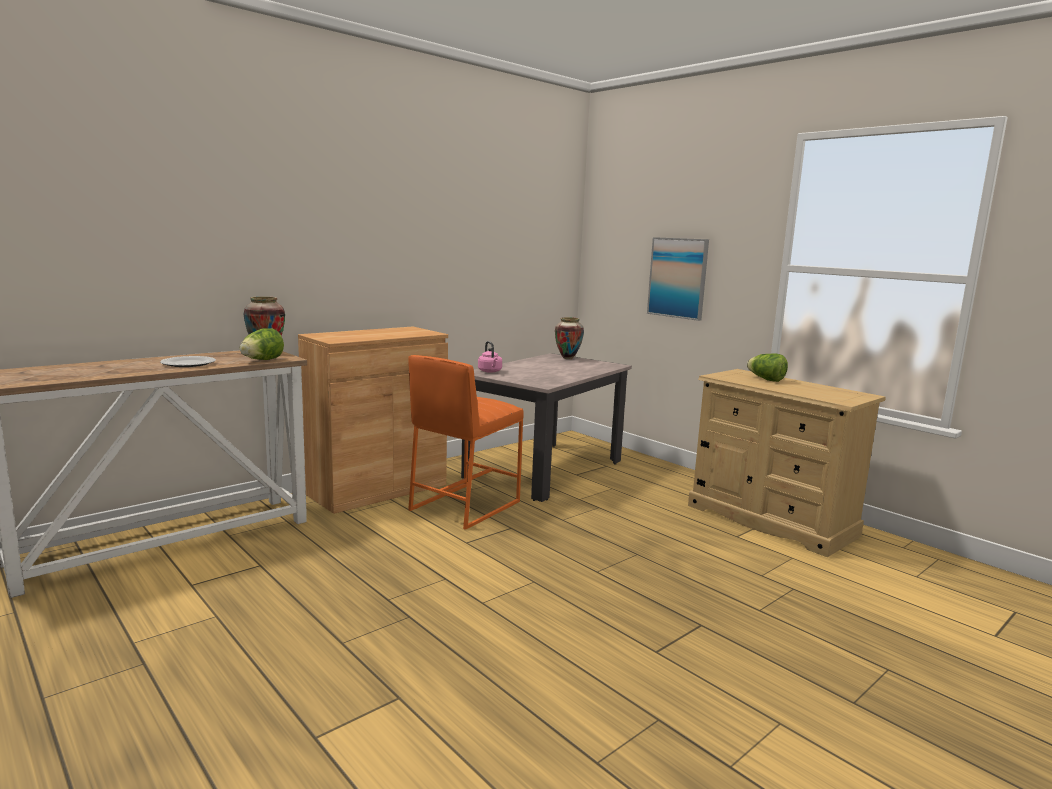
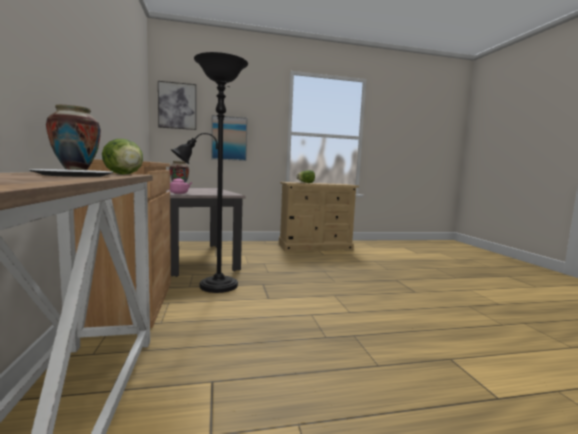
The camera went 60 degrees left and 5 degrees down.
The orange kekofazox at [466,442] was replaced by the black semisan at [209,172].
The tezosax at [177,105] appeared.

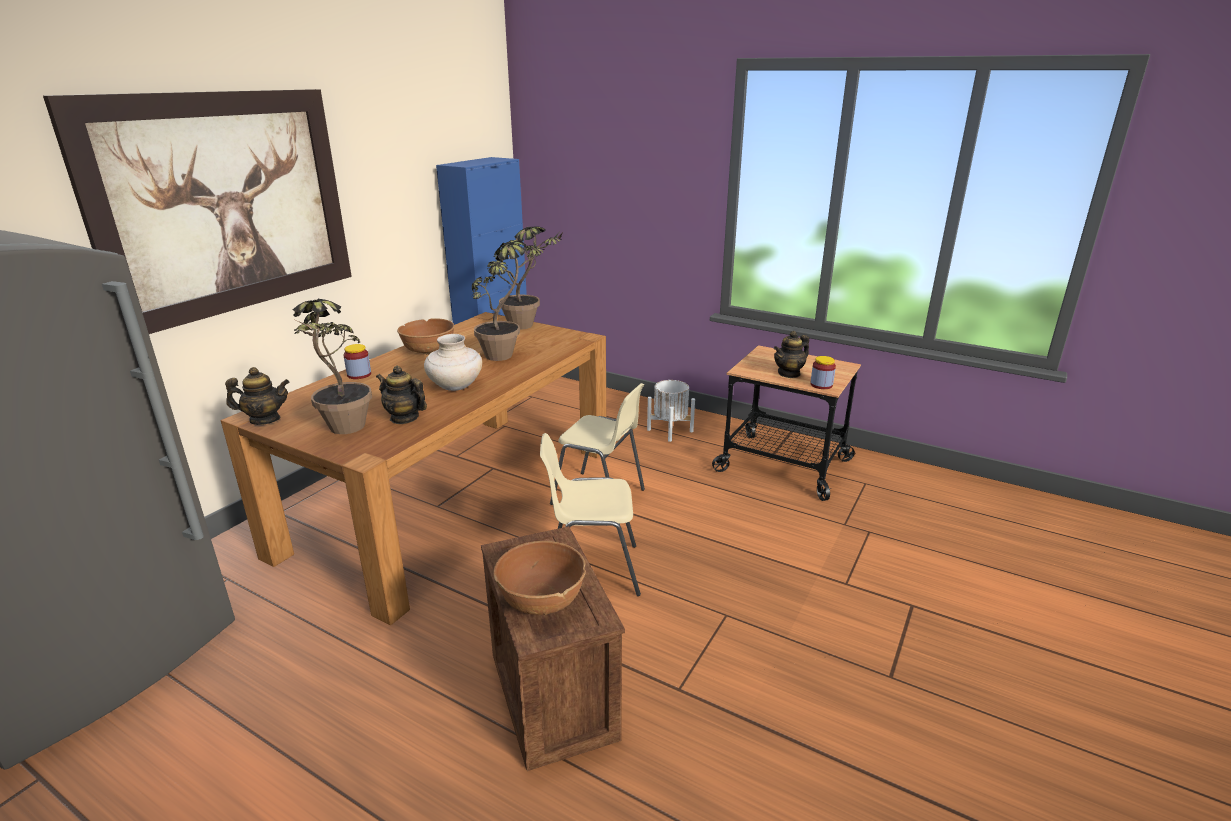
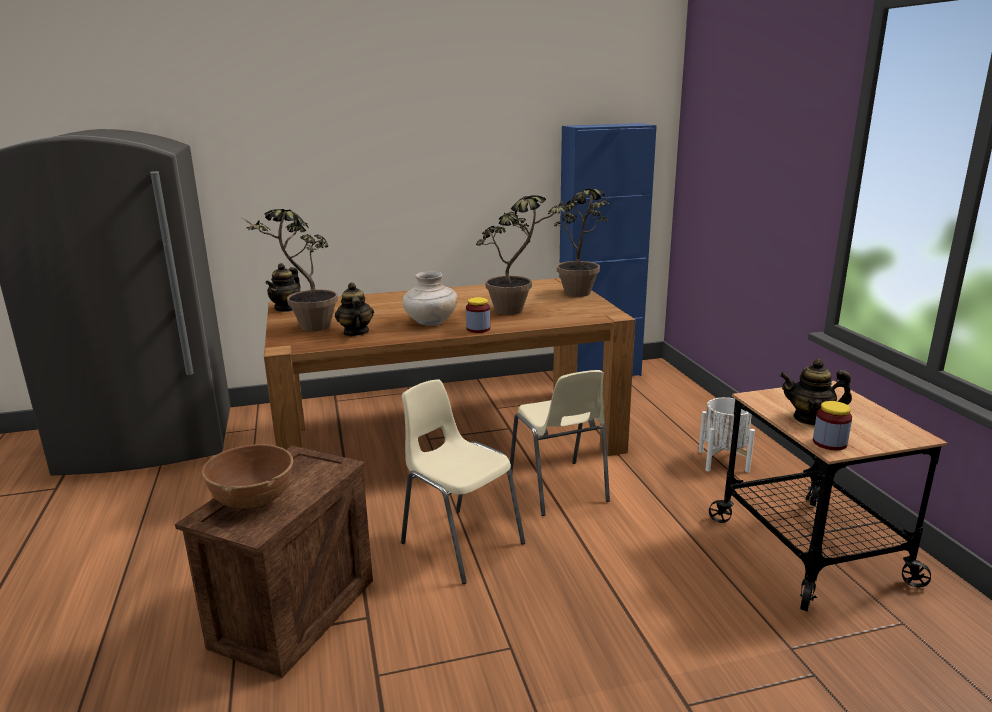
The camera went 45 degrees right and 5 degrees down.
The tezosax at [197,211] disappeared.
The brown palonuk at [425,336] disappeared.
The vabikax moved from [357,361] to [478,315].
The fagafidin at [257,396] turned 75 degrees clockwise.

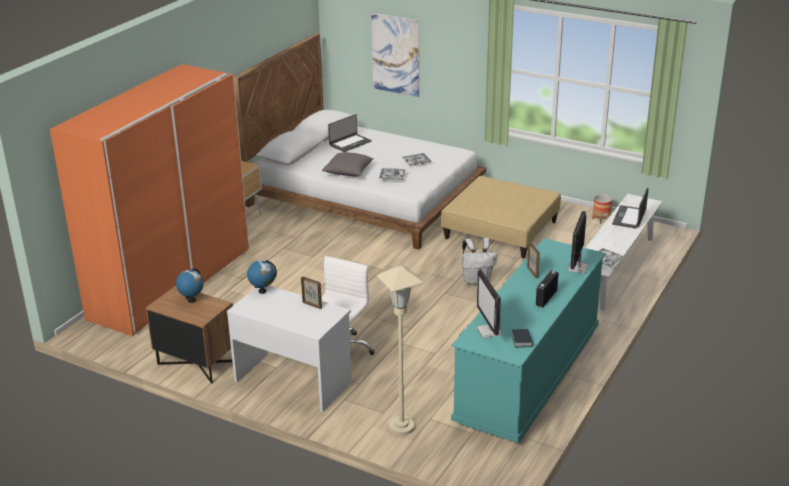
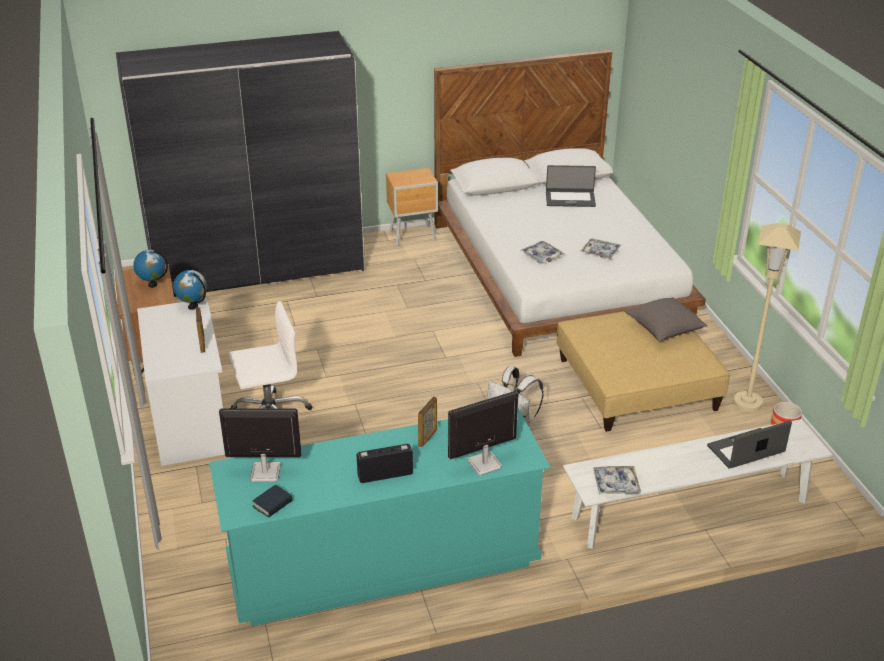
The camera went 45 degrees right and 5 degrees up.
The tezosax at [395,55] disappeared.
The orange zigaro at [149,200] became the grey zigaro at [240,164].
The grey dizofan moved from [348,164] to [666,319].
The beige semisan moved from [400,351] to [767,317].
The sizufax at [489,304] turned 60 degrees clockwise.

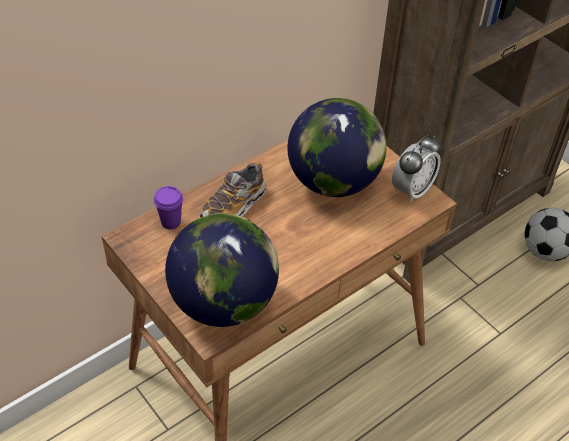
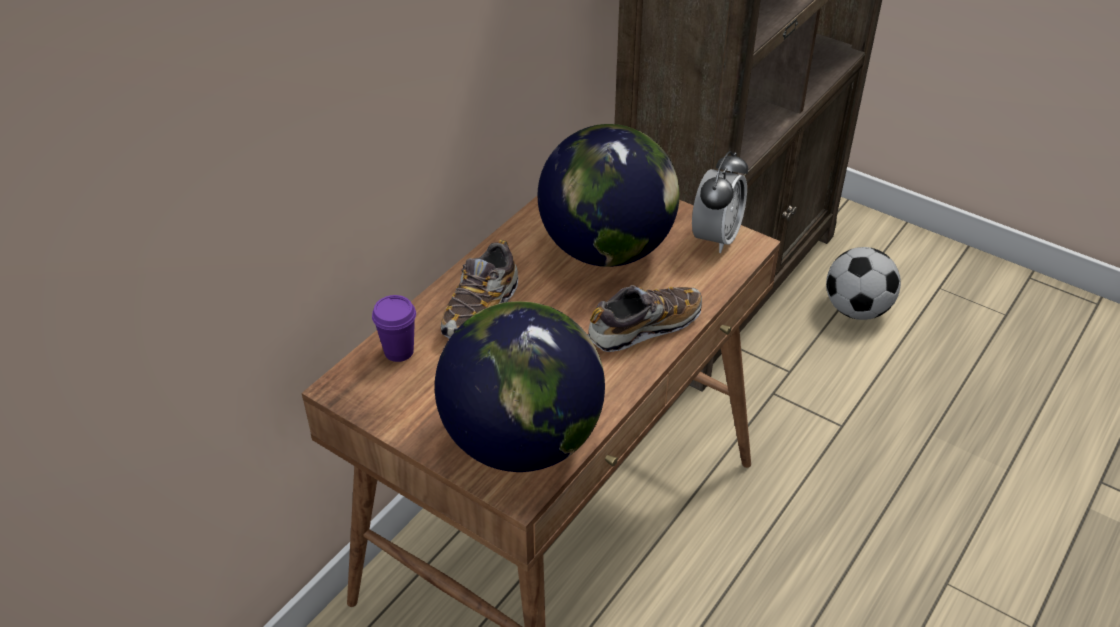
The camera went 15 degrees left and 5 degrees down.
The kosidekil at [644,318] appeared.

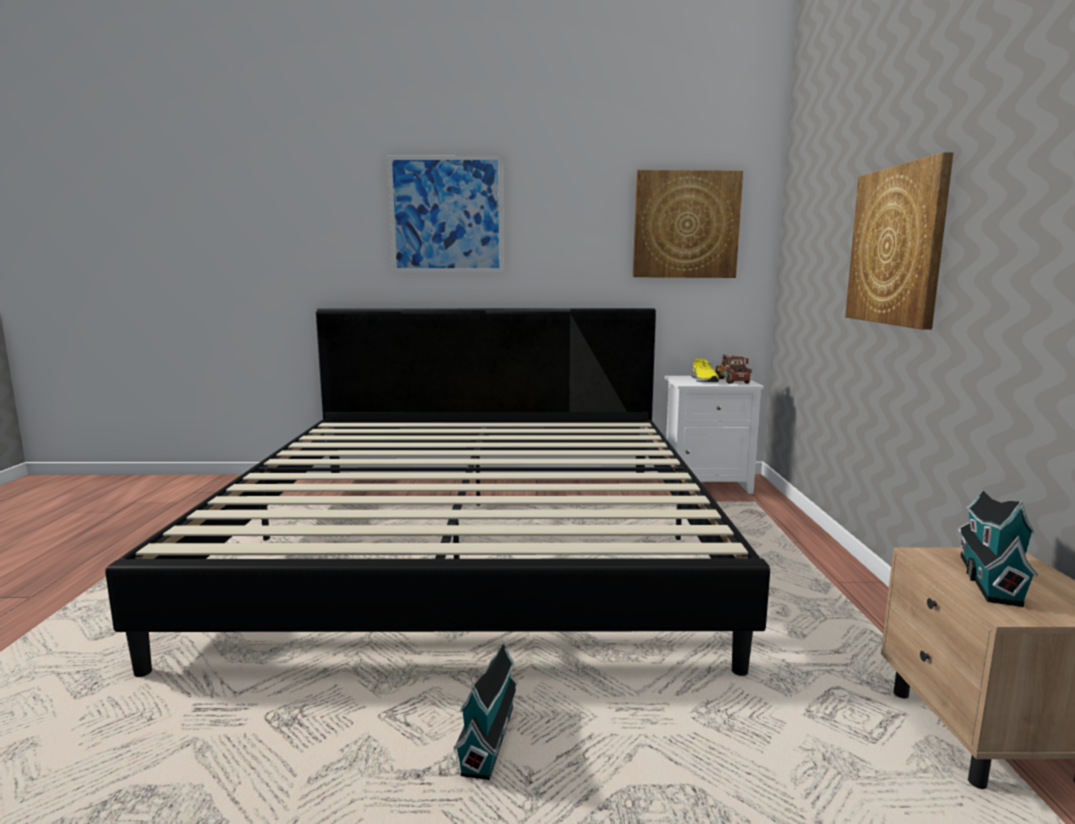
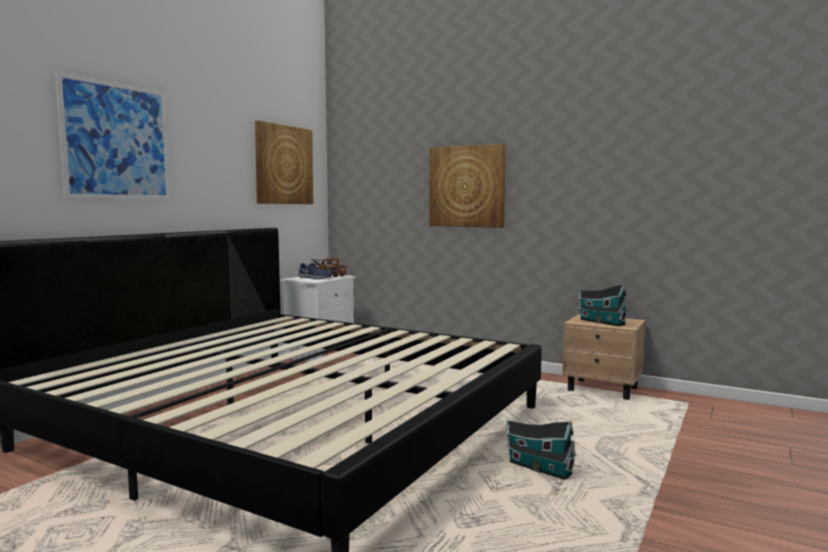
The camera went 60 degrees left and 5 degrees down.
The yellow kosidekil at [705,370] became the blue kosidekil at [315,271].

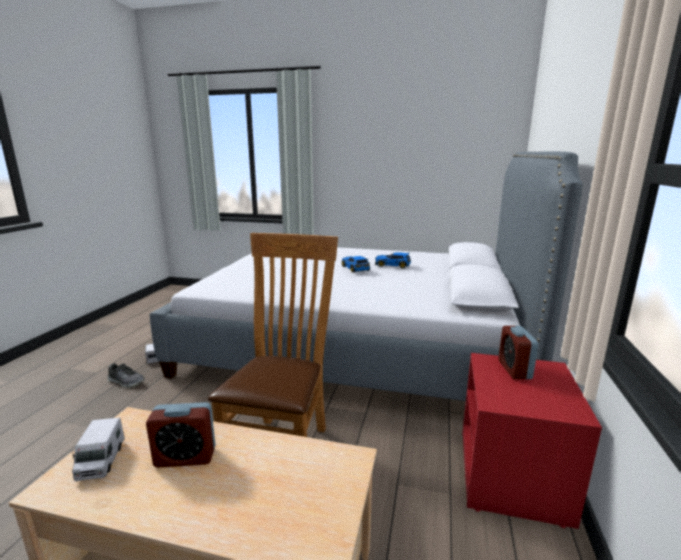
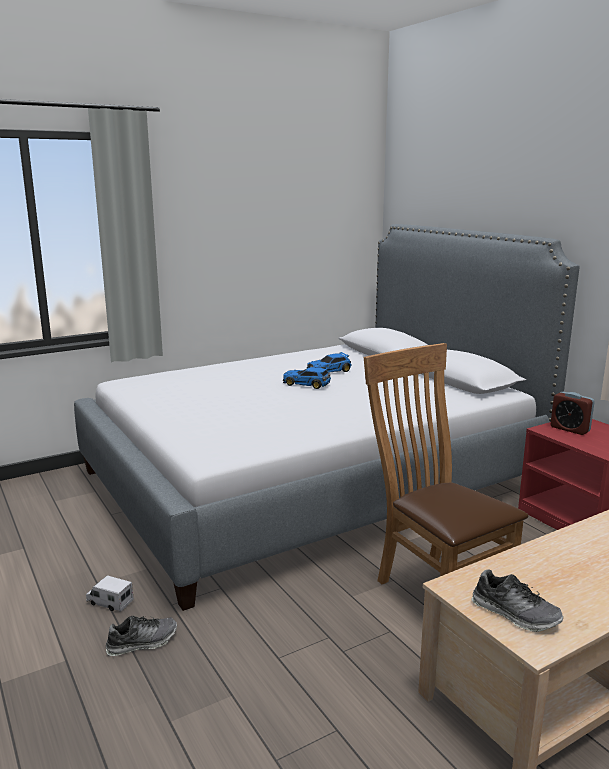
The camera went 45 degrees left and 0 degrees up.
The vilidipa at [180,435] disappeared.
The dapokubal at [98,449] was replaced by the kosidekil at [517,600].

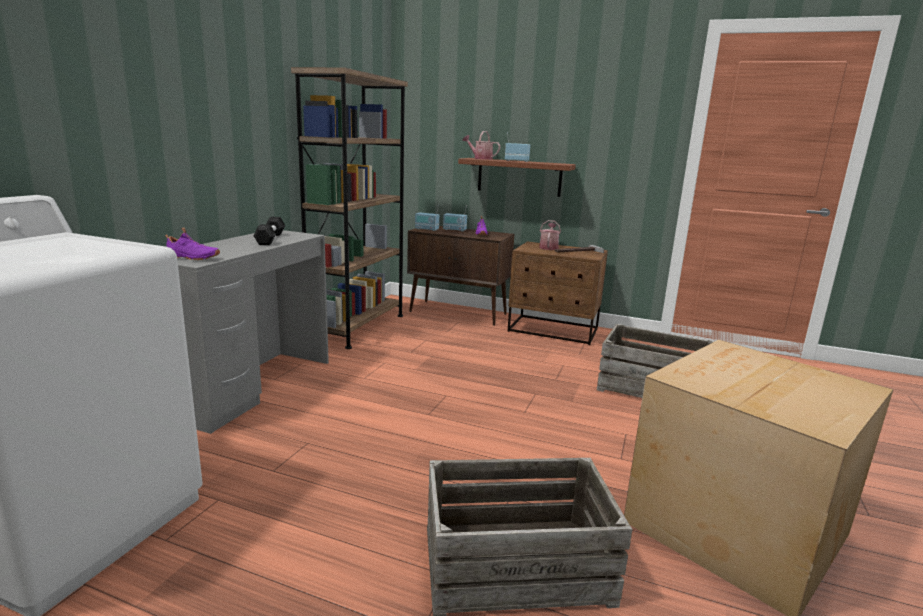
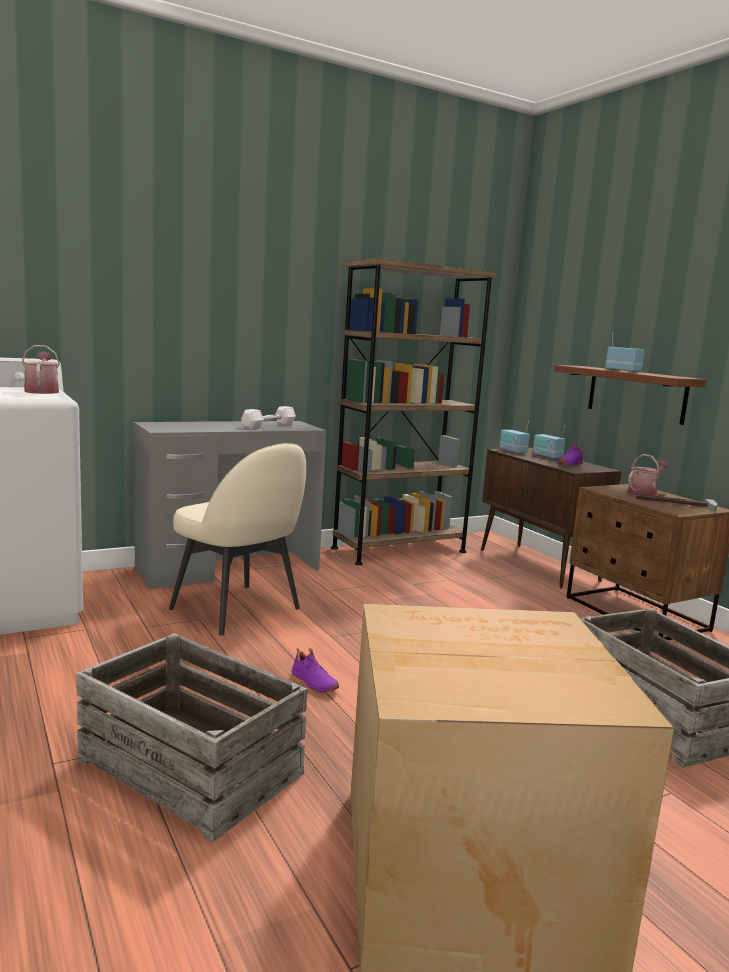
The camera went 40 degrees right and 5 degrees down.
The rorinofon moved from [481,145] to [41,369].
The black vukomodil at [269,231] became the white vukomodil at [268,417].
The purple kosidekil moved from [192,243] to [315,670].
The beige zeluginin at [237,539] appeared.

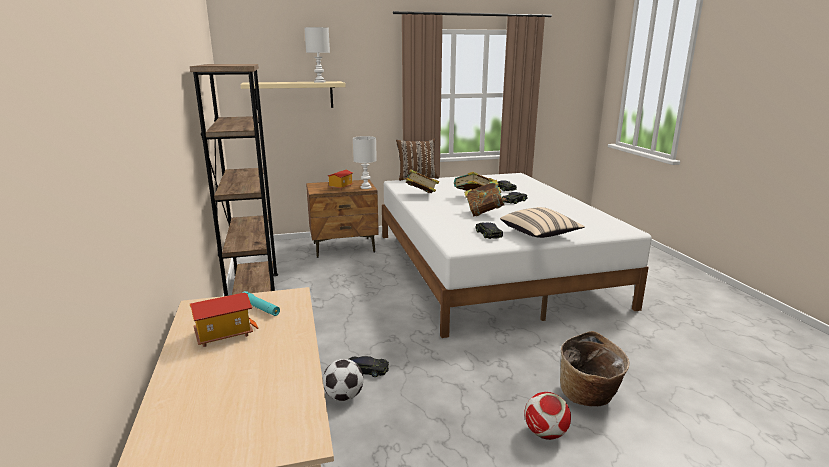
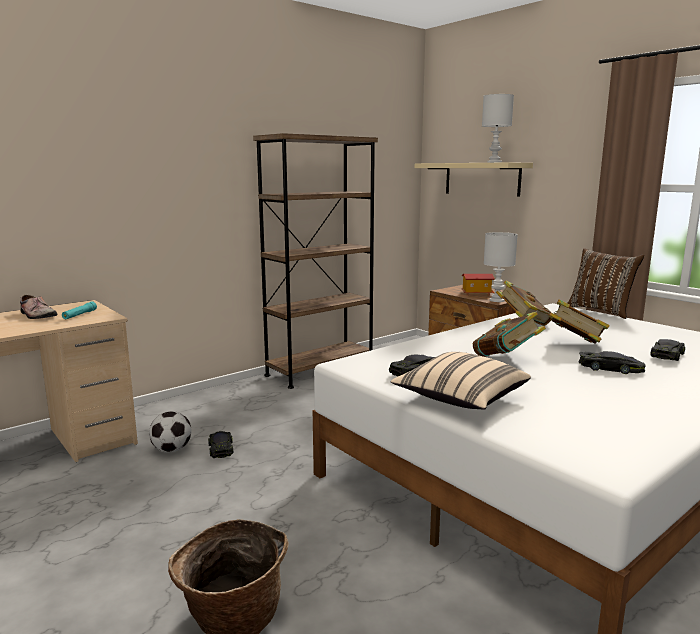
The camera went 65 degrees right and 5 degrees down.
The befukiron at [224,319] was replaced by the kosidekil at [38,307].
The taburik at [547,416] disappeared.

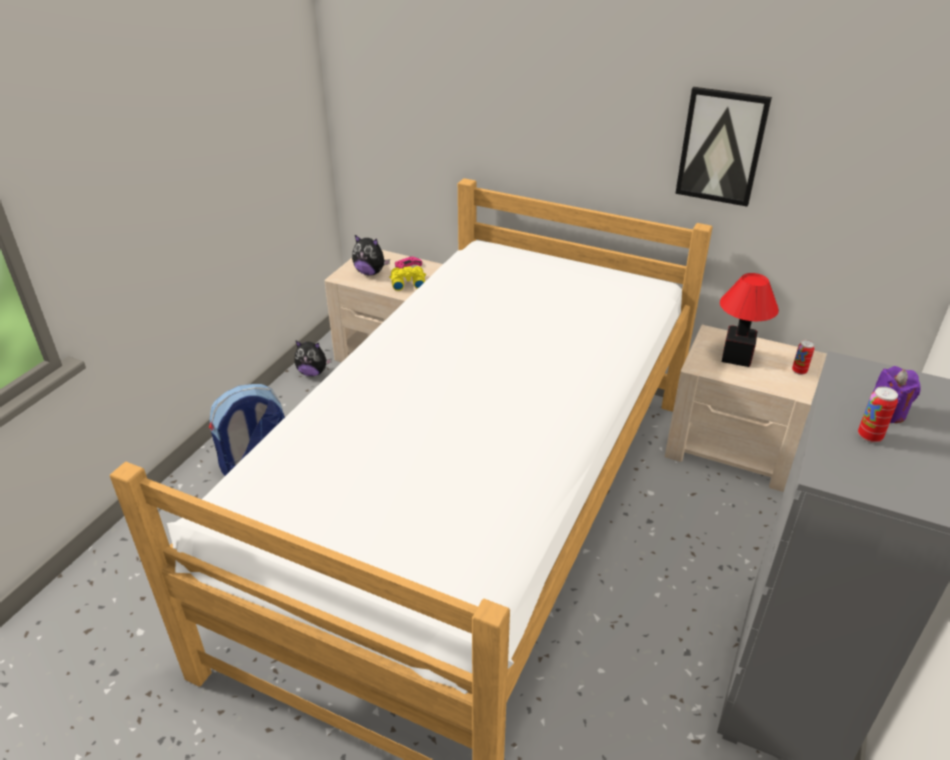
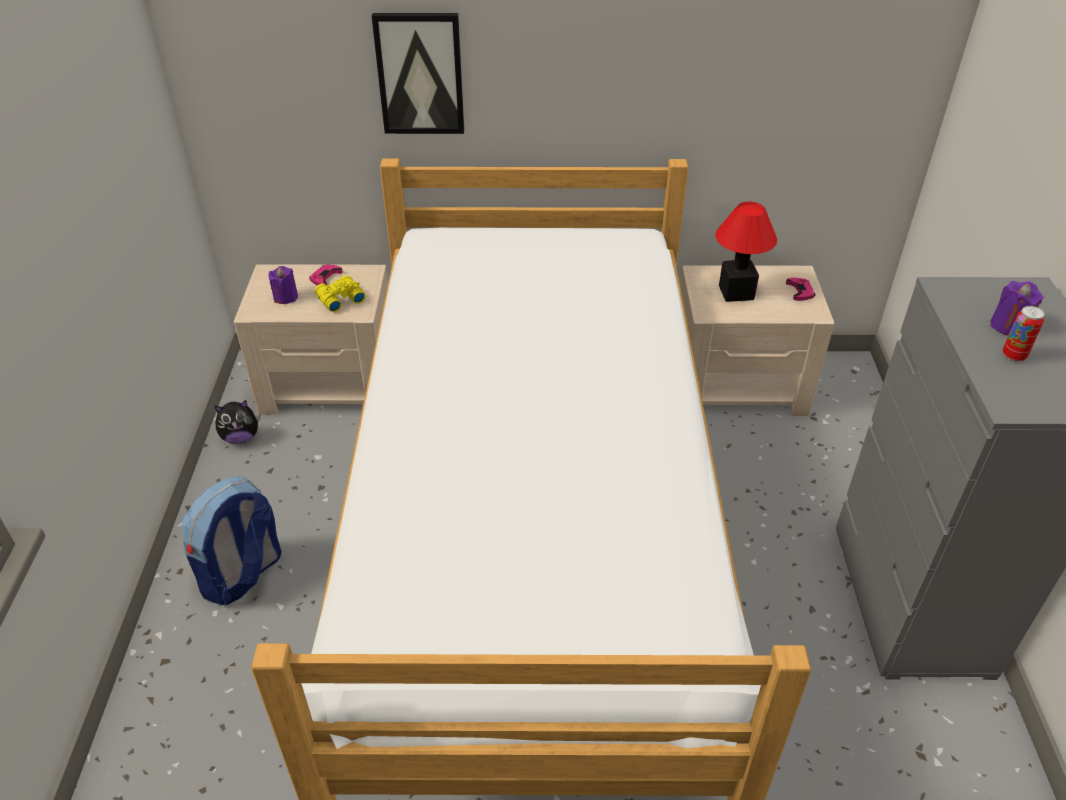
The camera went 25 degrees left and 5 degrees up.
The tezosax moved from [723,147] to [418,73].
The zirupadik at [371,255] was replaced by the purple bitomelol at [283,285].
The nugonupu at [803,357] was replaced by the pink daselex at [800,289].

